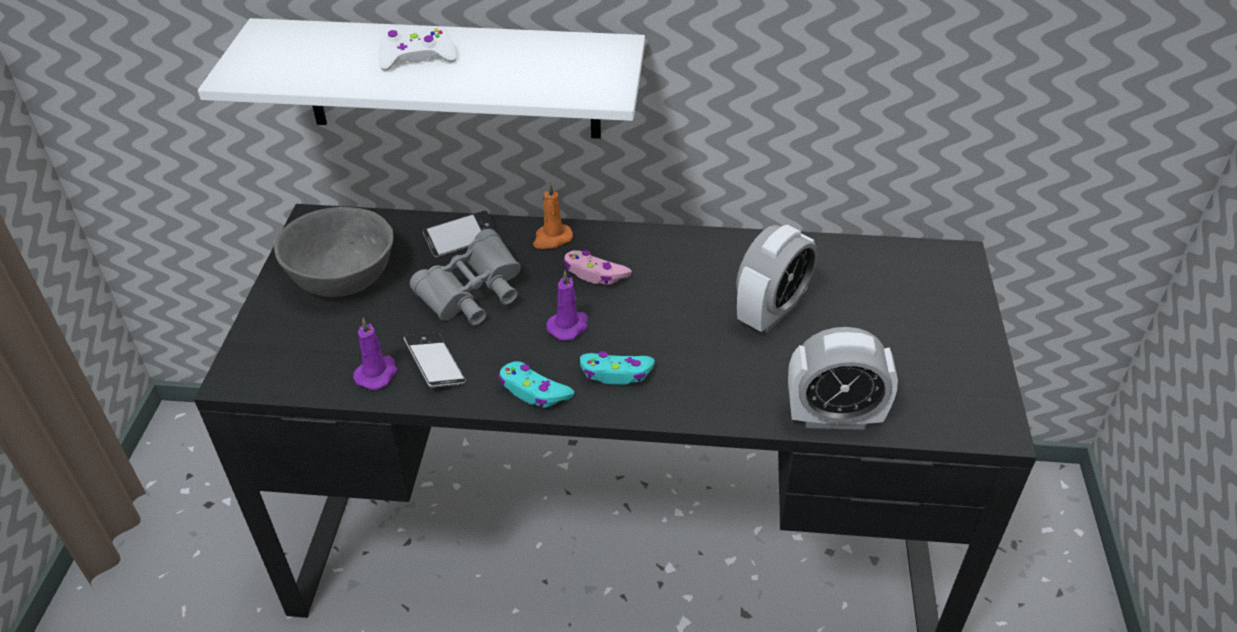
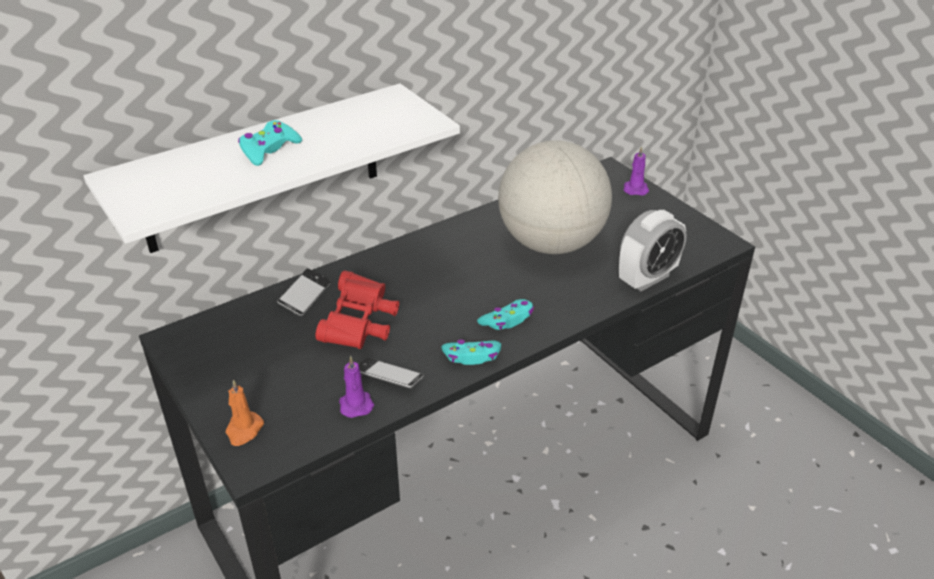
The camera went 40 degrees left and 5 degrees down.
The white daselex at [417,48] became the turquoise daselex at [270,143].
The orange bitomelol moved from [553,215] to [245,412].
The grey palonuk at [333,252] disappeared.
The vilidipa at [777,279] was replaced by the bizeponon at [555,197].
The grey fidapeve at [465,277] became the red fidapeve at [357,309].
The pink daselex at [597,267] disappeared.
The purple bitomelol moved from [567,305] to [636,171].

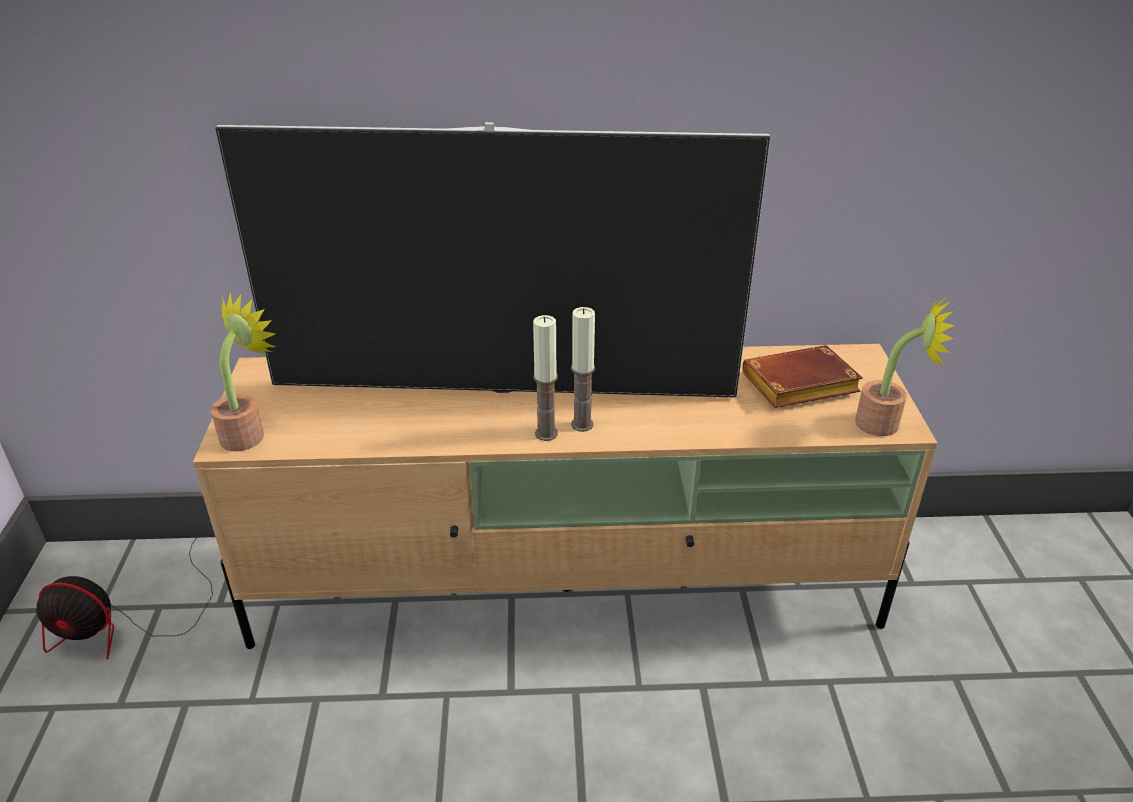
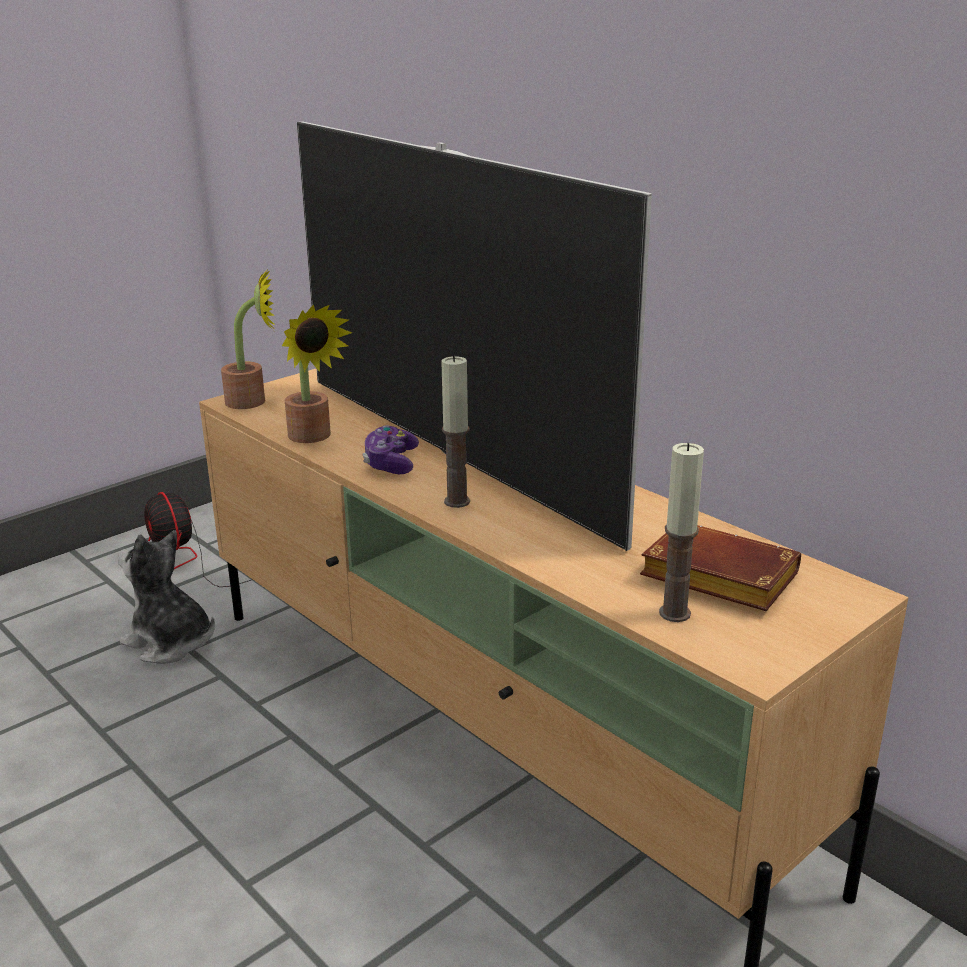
The camera went 50 degrees right and 10 degrees down.
The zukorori moved from [905,366] to [317,373].
The bitomelol moved from [545,378] to [681,532].
The daselex at [390,449] appeared.
The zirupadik at [166,597] appeared.

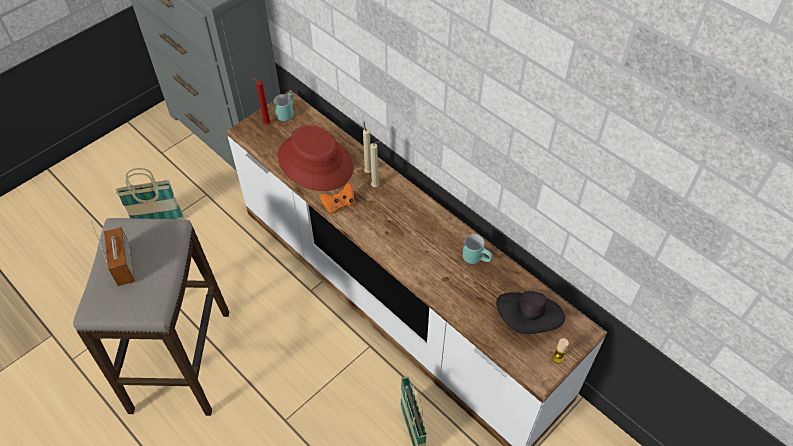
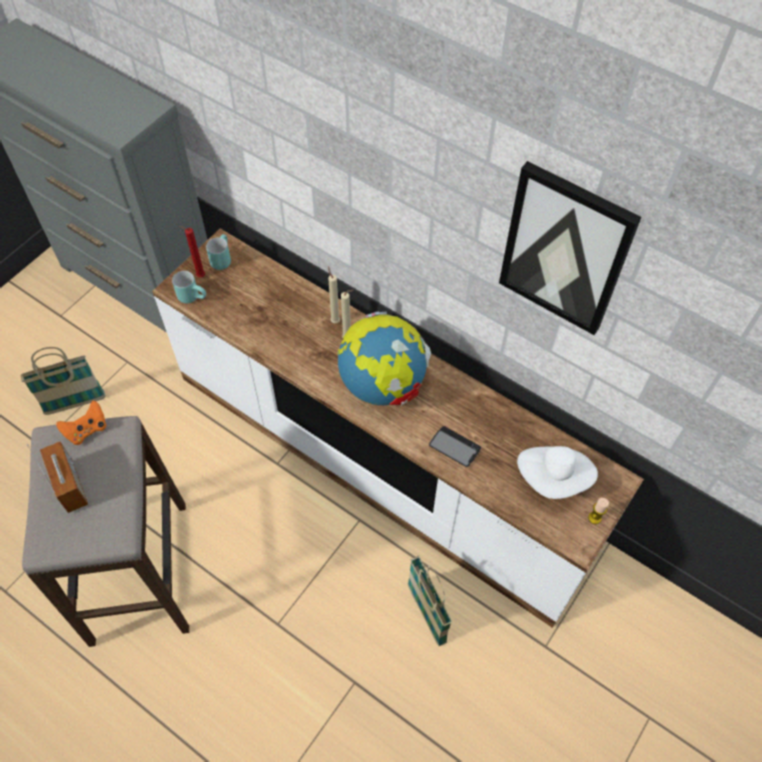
The camera went 10 degrees left and 5 degrees up.
The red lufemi at [315,158] disappeared.
The orange daselex moved from [337,198] to [81,422].
The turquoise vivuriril moved from [478,249] to [189,287].
The black lufemi at [530,312] became the white lufemi at [557,472].
The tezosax at [570,248] appeared.
The bizeponon at [384,359] appeared.
The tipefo at [455,446] appeared.

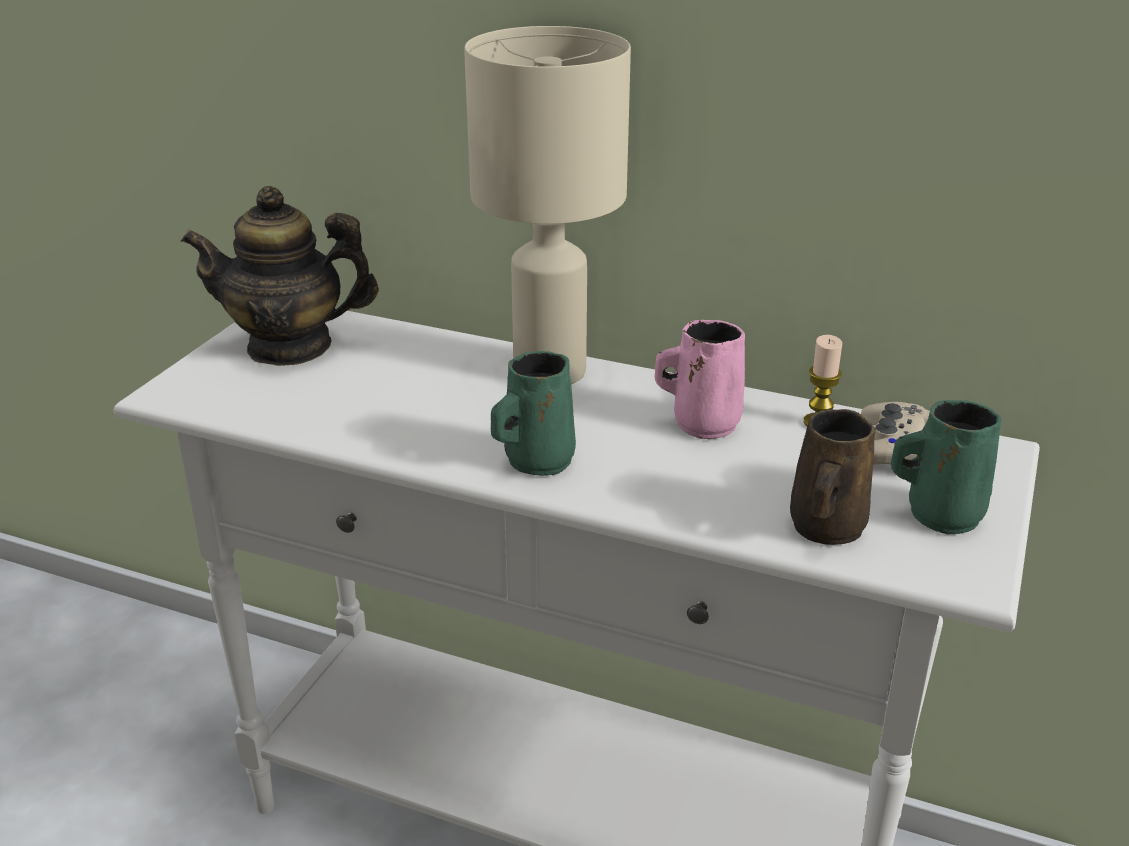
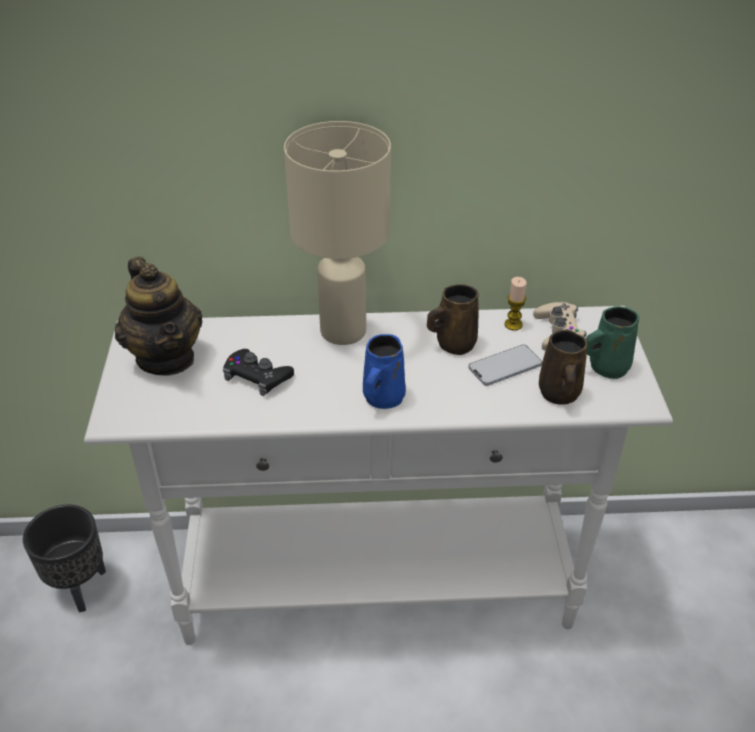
The camera went 25 degrees left and 10 degrees up.
The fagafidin at [280,276] turned 90 degrees counterclockwise.
The pink vivuriril at [700,379] became the brown vivuriril at [453,319].
The green vivuriril at [533,413] became the blue vivuriril at [384,371].
The tipefo at [505,365] appeared.
The black daselex at [258,372] appeared.
The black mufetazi at [64,558] appeared.

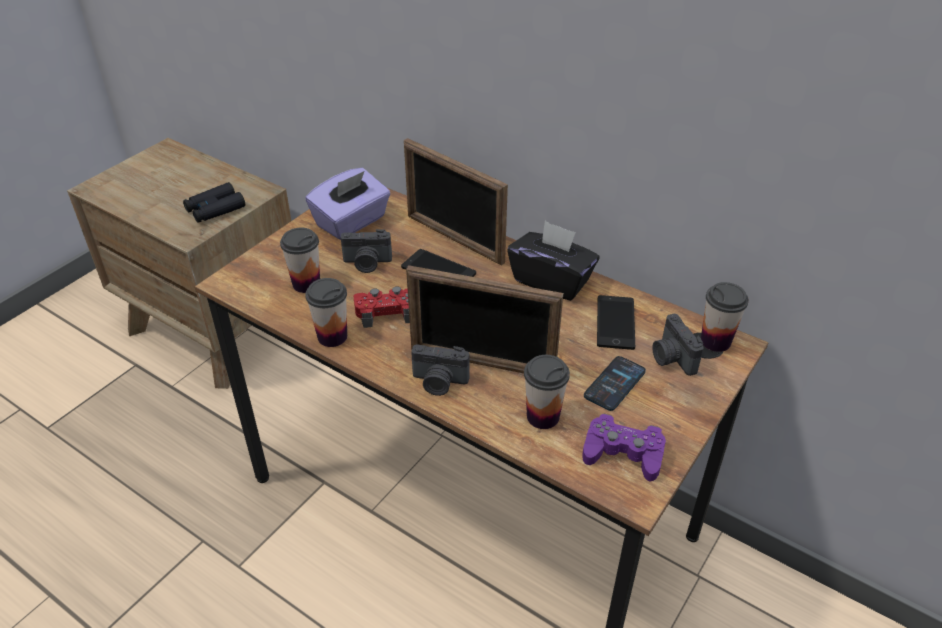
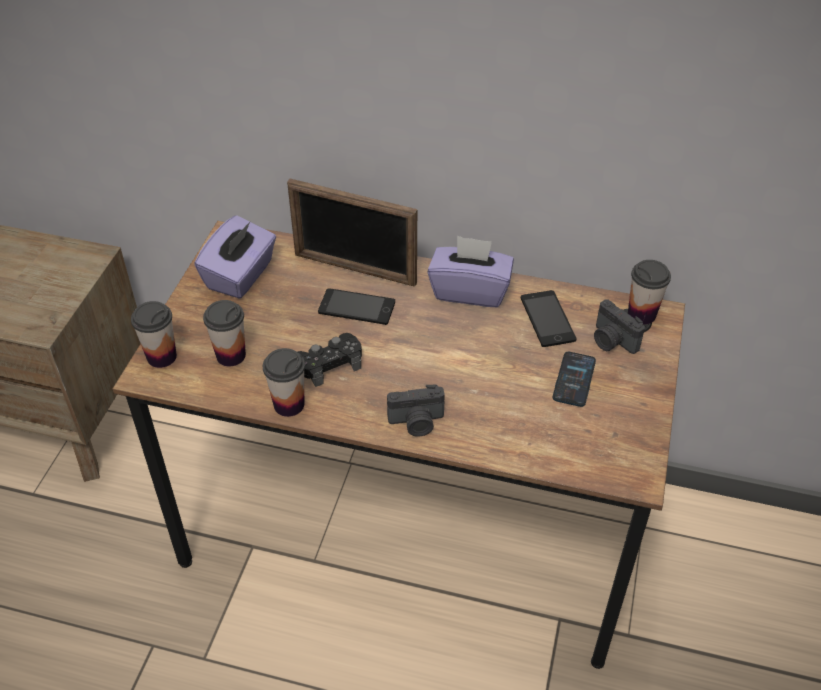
The camera went 20 degrees left and 5 degrees up.
The black fidapeve at [214,202] disappeared.
The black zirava at [554,261] became the purple zirava at [470,271].
The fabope at [366,251] disappeared.
The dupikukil at [485,319] disappeared.
The red daselex at [381,307] became the black daselex at [329,360].
The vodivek moved from [547,392] to [154,334].
The purple daselex at [624,448] disappeared.

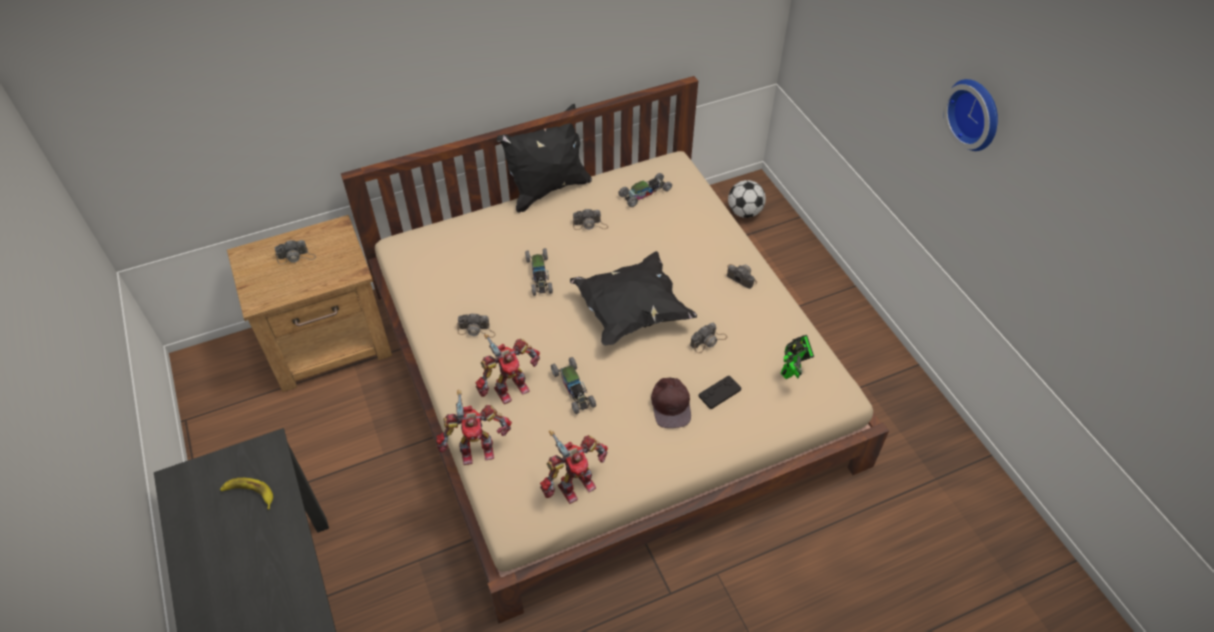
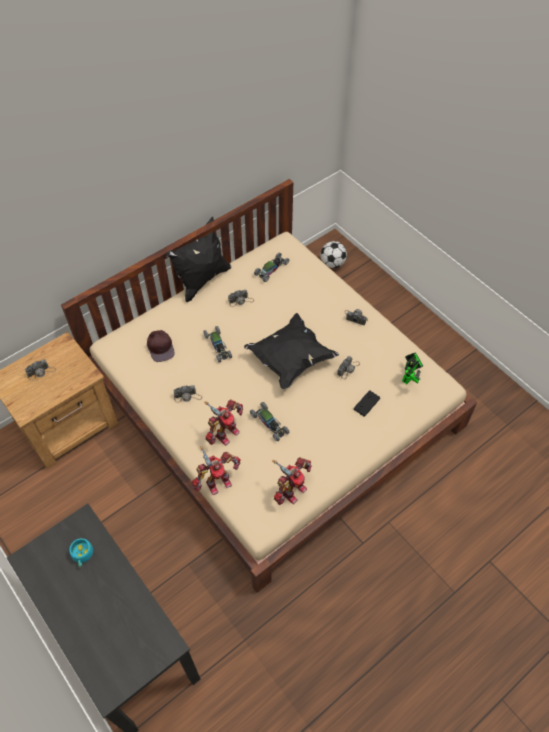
The camera went 15 degrees left and 5 degrees up.
The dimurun at [970,115] disappeared.
The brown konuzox moved from [671,403] to [161,346].
The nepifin at [246,494] was replaced by the turquoise vodivek at [81,552].

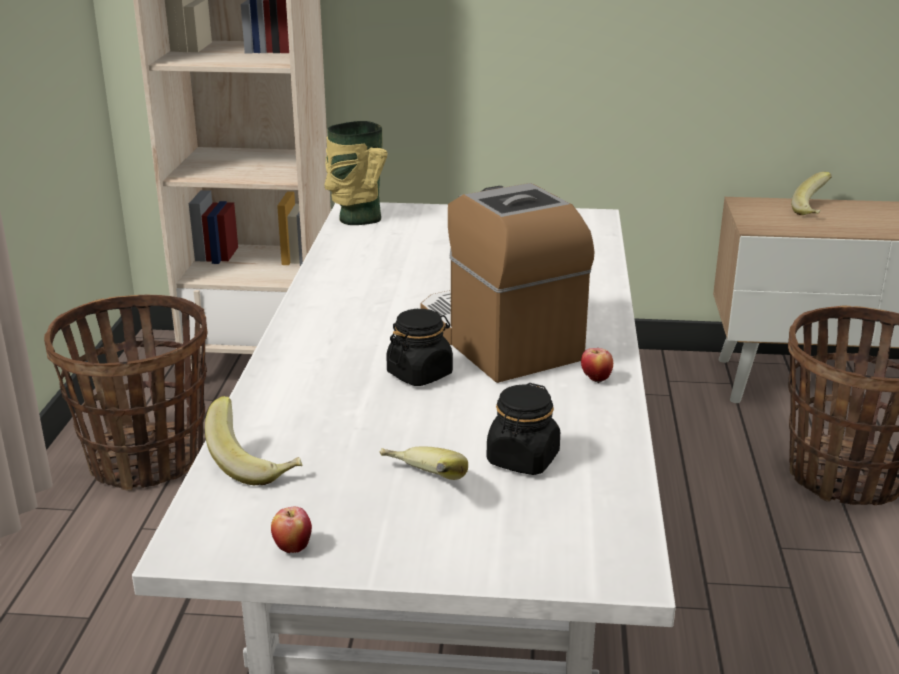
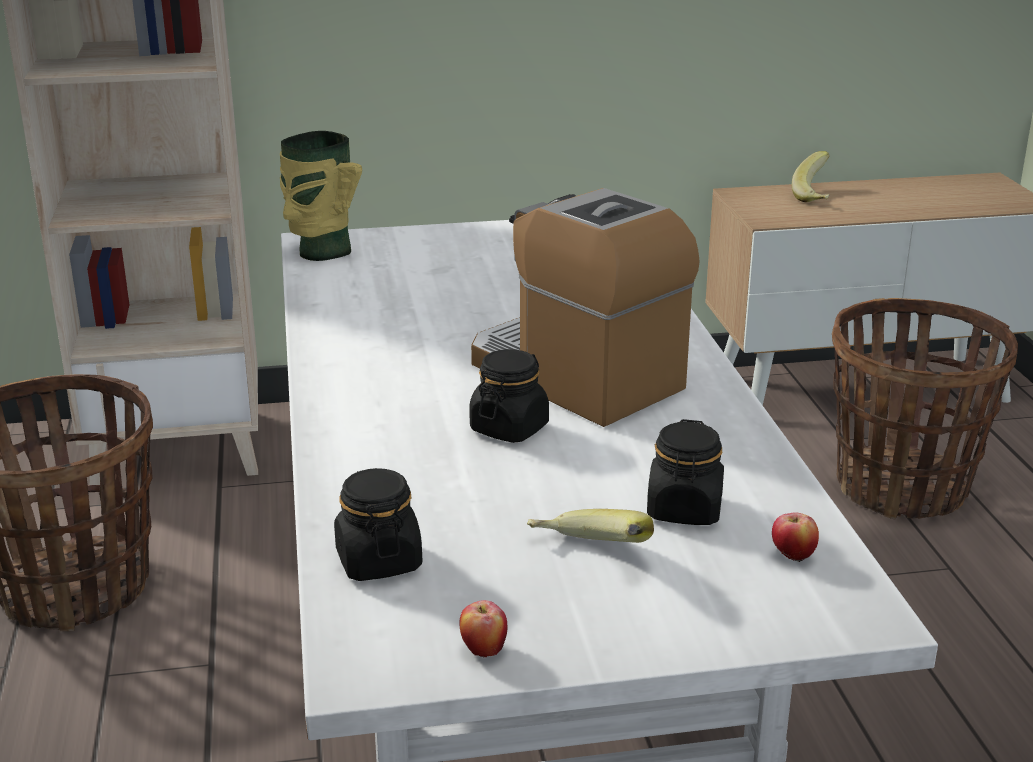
The camera went 15 degrees left and 0 degrees up.
The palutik moved from [597,365] to [795,537].
The nepifin at [253,440] was replaced by the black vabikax at [378,524].

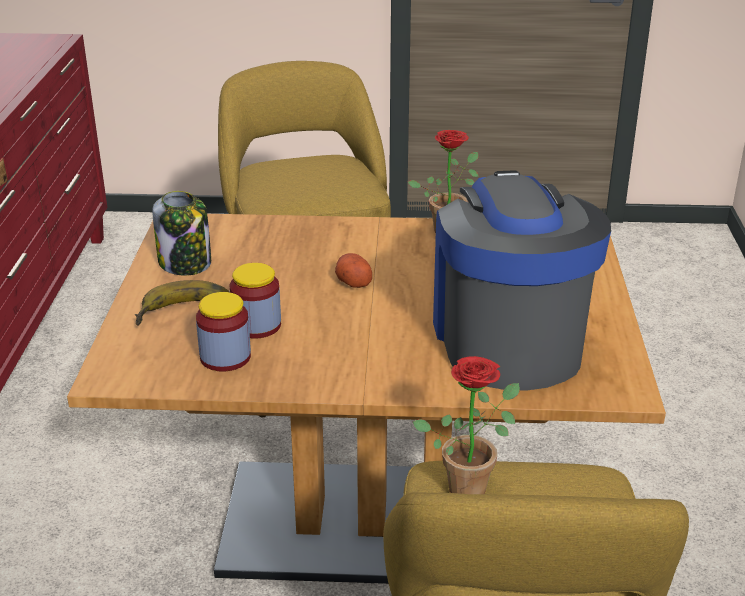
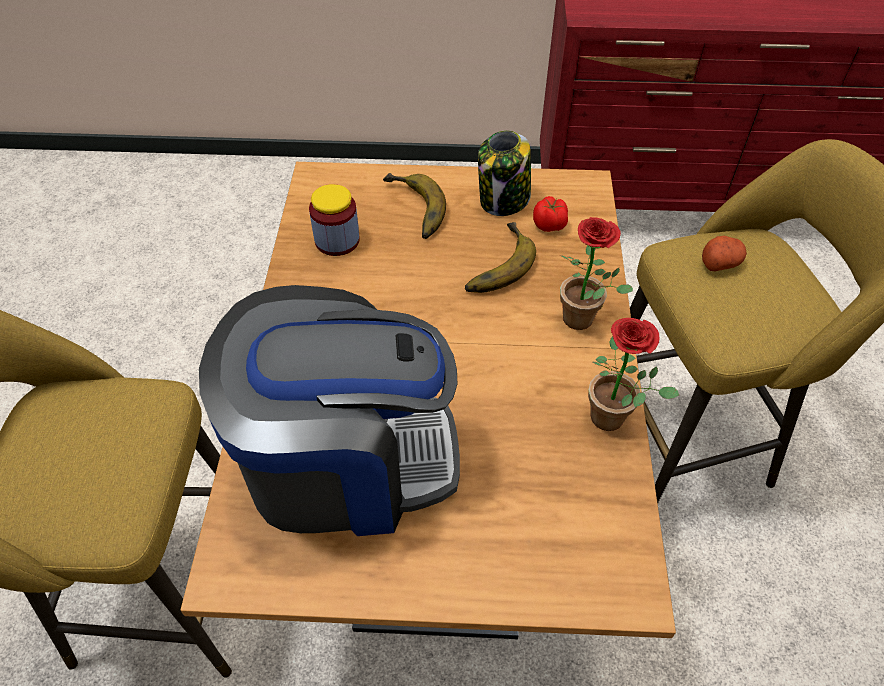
The camera went 90 degrees right and 20 degrees up.
The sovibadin moved from [353,270] to [724,253].
The vabikax at [255,300] disappeared.
The zukorori moved from [466,425] to [596,273].
The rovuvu at [550,214] appeared.
The nepifin at [500,257] appeared.

